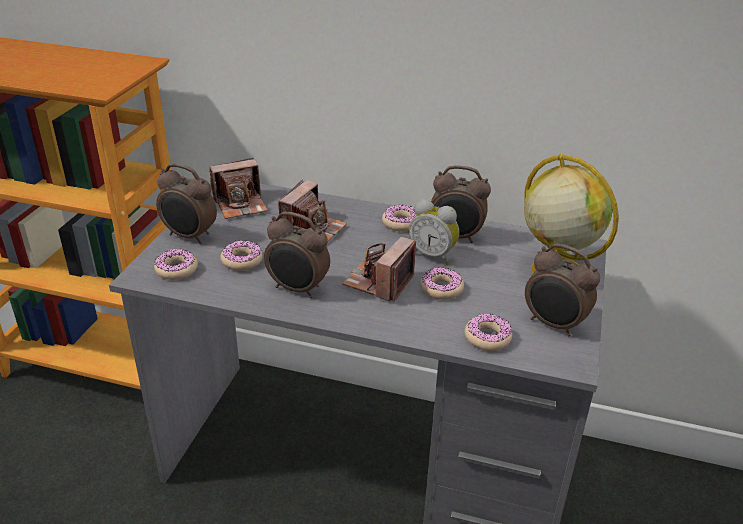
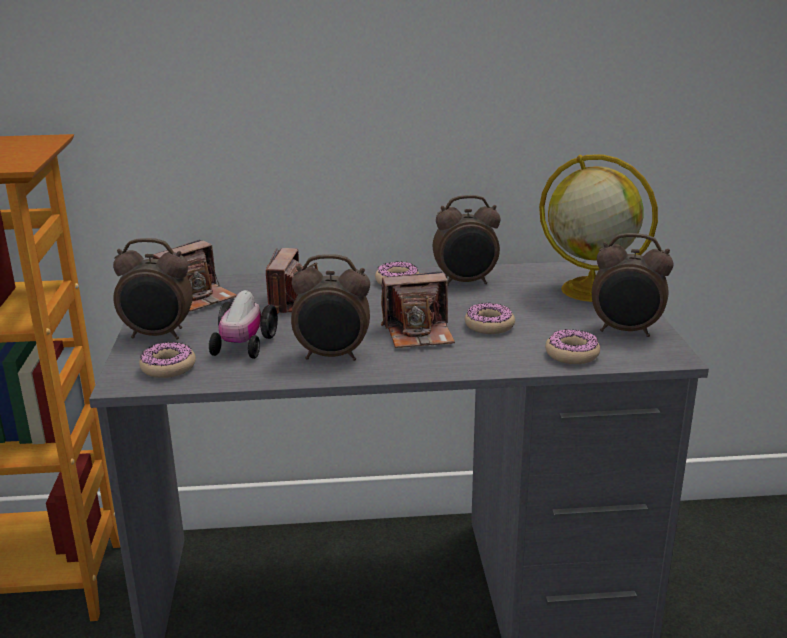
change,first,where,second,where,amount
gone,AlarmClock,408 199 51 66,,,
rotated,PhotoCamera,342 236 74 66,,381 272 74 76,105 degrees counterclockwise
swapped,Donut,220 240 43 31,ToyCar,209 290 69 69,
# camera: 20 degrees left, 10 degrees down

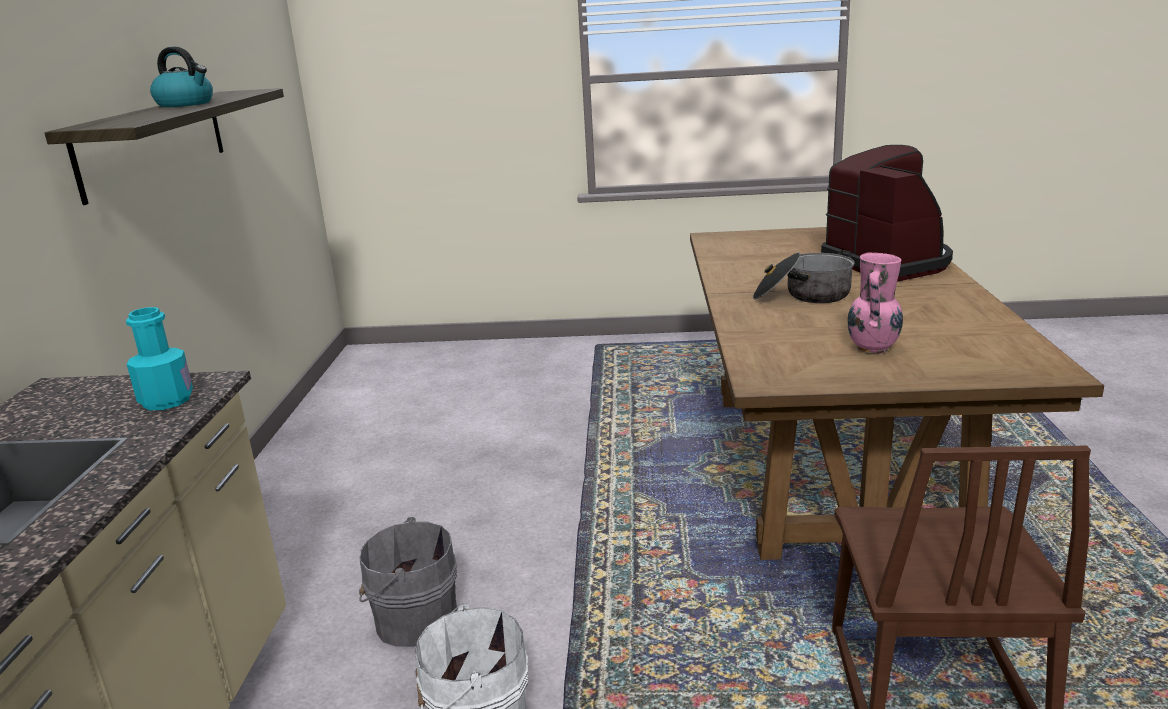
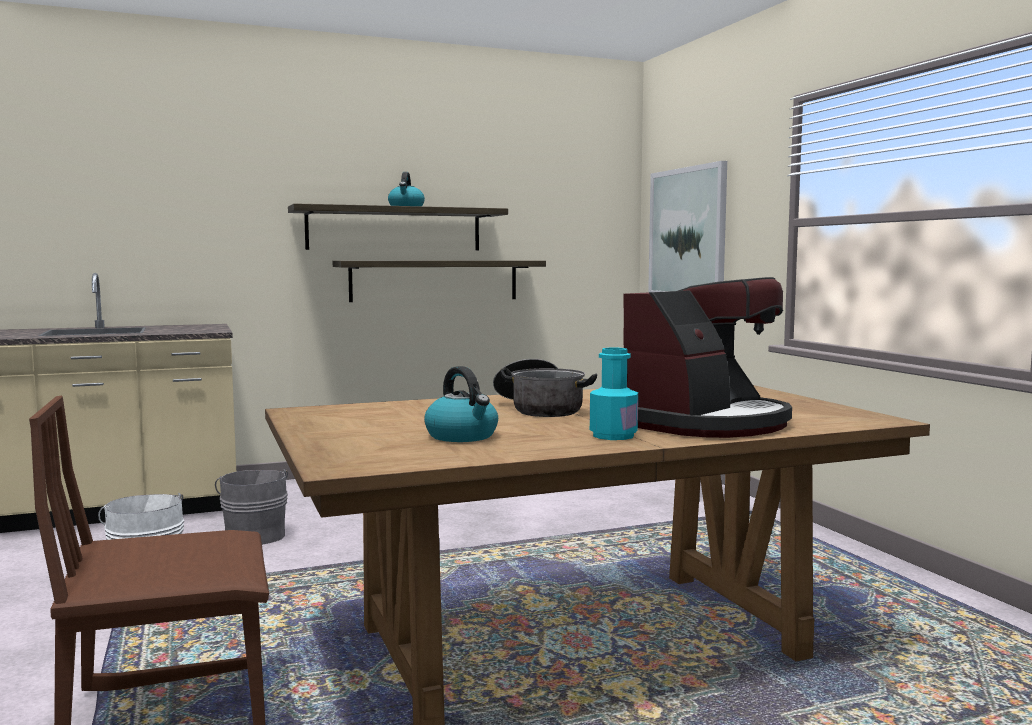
change,first,where,second,where,amount
gone,PinkVase,848 252 55 102,,,
shifted,TurquoiseBottle,126 307 67 103,,590 348 48 92,
new,,,Picture,648 161 79 131,
new,,,Shelf,333 261 213 41,
new,,,Kettle,424 366 74 76,
# camera: 65 degrees right, 15 degrees down

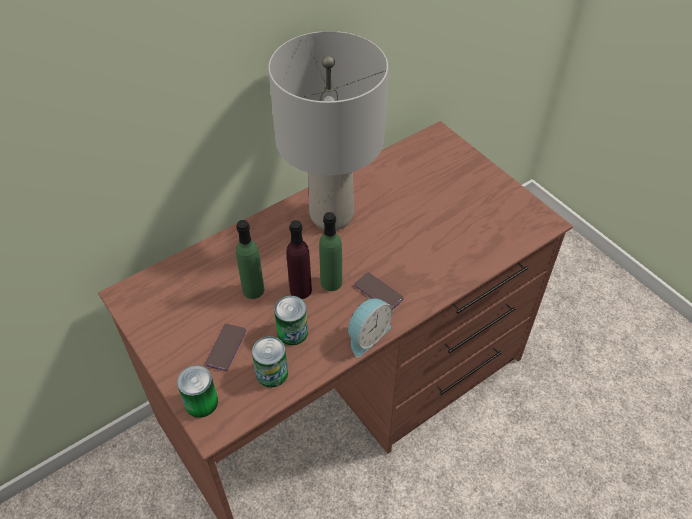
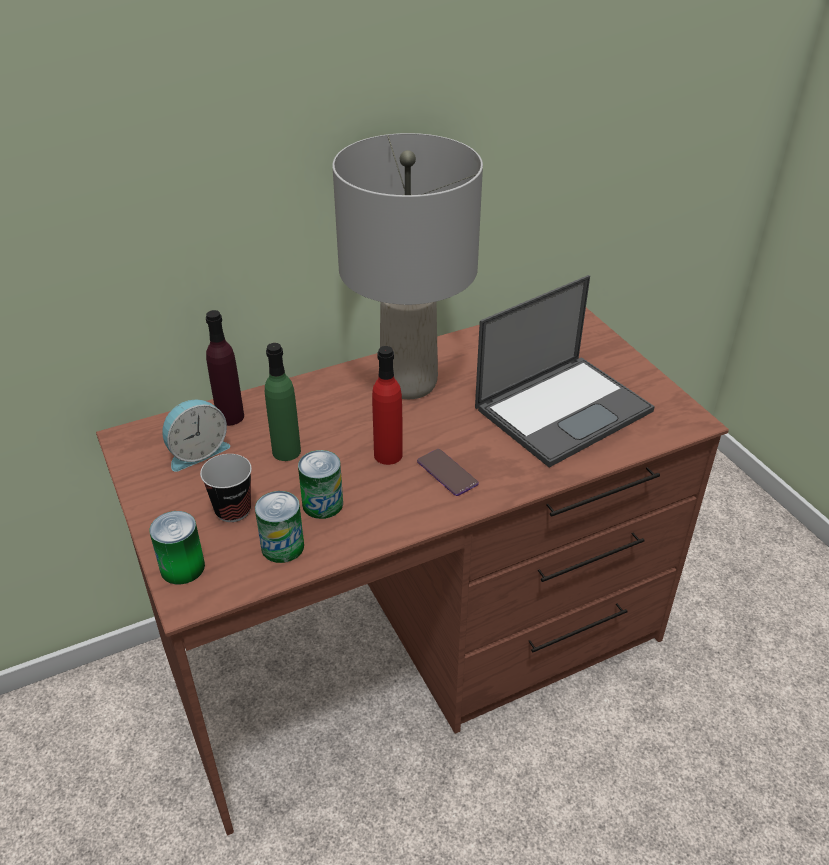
change,first,where,second,where,amount
repainted,GreenBottle,319 212 23 79,RedBottle,372 346 31 119,
shifted,PurpleBottle,286 220 26 79,,206 310 38 116,
shifted,AlarmClock,348 298 45 59,,163 400 67 72,
swapped,Phone,205 324 41 47,Cup,200 454 52 68,
new,,,Laptop,475 275 180 193,
# camera: 10 degrees right, 10 degrees down

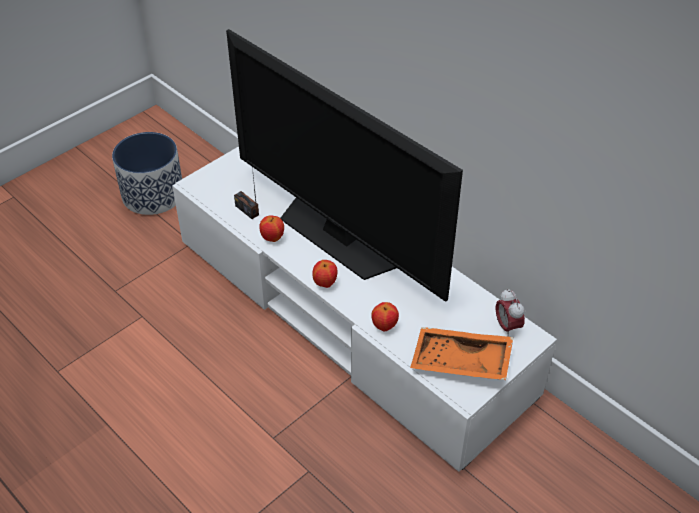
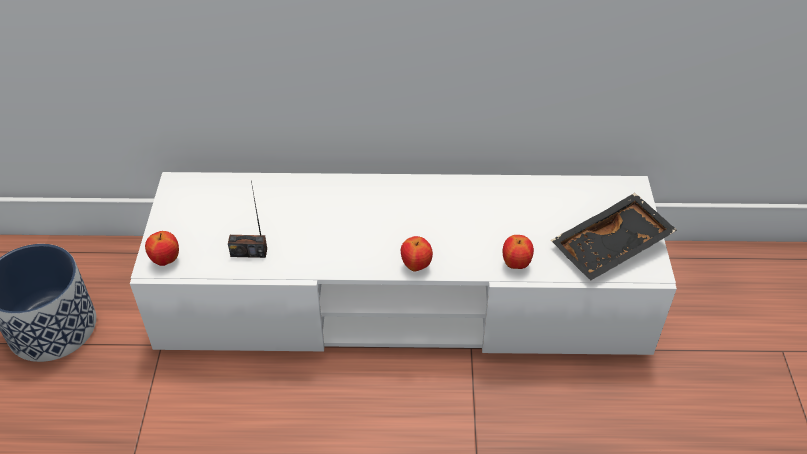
change,first,where,second,where,amount
gone,Television,226 29 237 273,,,
shifted,Apple,259 215 25 27,,145 231 34 35,
gone,AlarmClock,496 289 29 48,,,
repainted,OrangeTray,410 327 104 53,BlackTray,551 193 126 87,
# camera: 45 degrees left, 0 degrees up

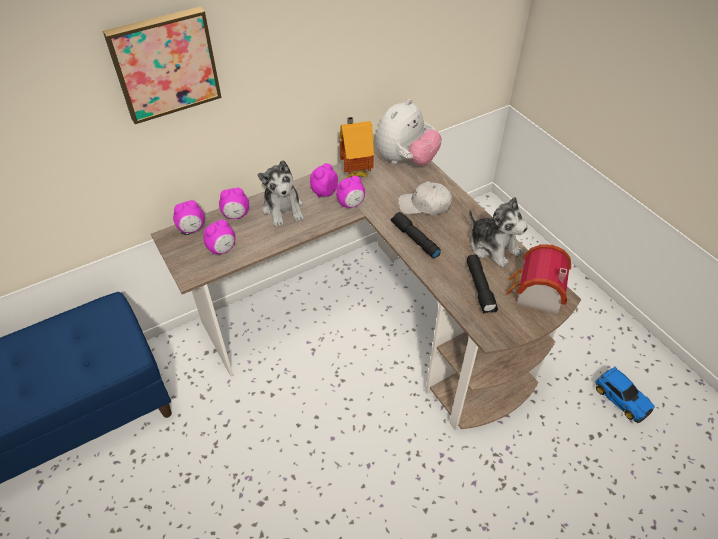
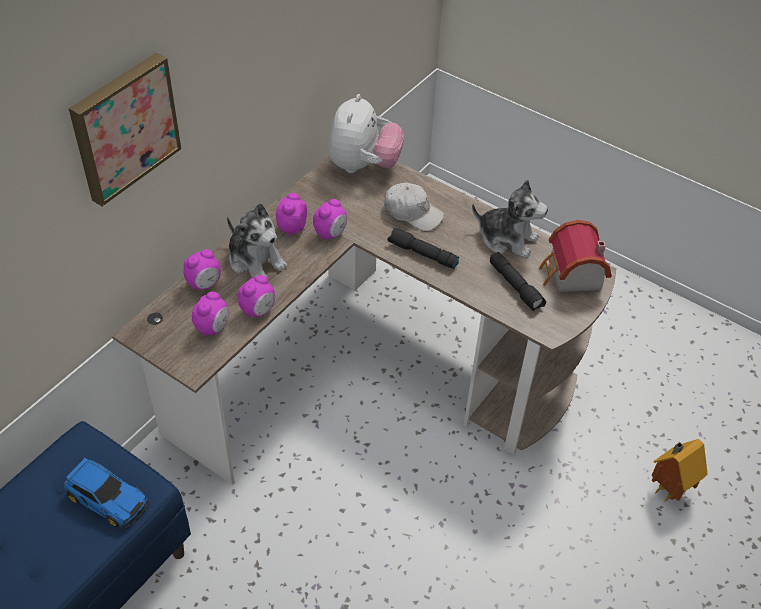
change,first,where,second,where,amount
shifted,ToyHouse,339 117 35 61,,651 439 57 64,
rotated,WhiteCap,398 181 54 34,,384 183 60 48,135 degrees counterclockwise
shifted,AlarmClock,173 200 32 33,,238 275 37 42,
shifted,ToyCar,595 366 60 57,,64 457 85 72,
# camera: 25 degrees left, 0 degrees up

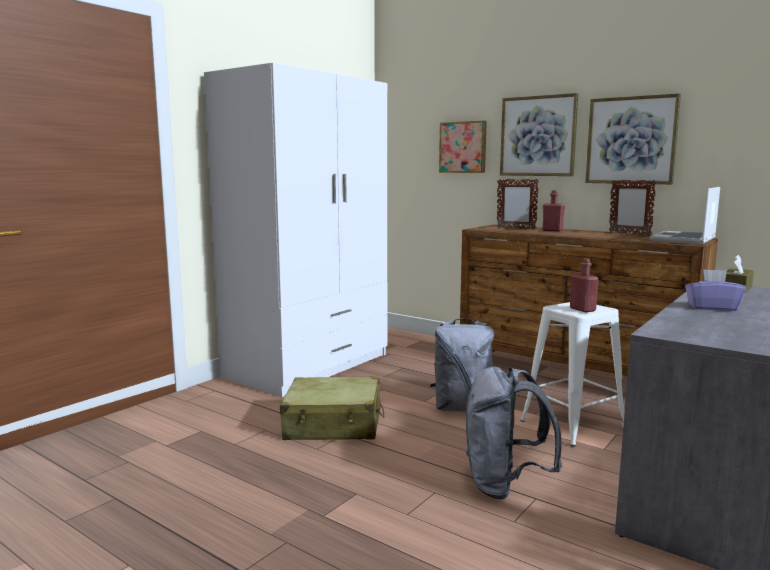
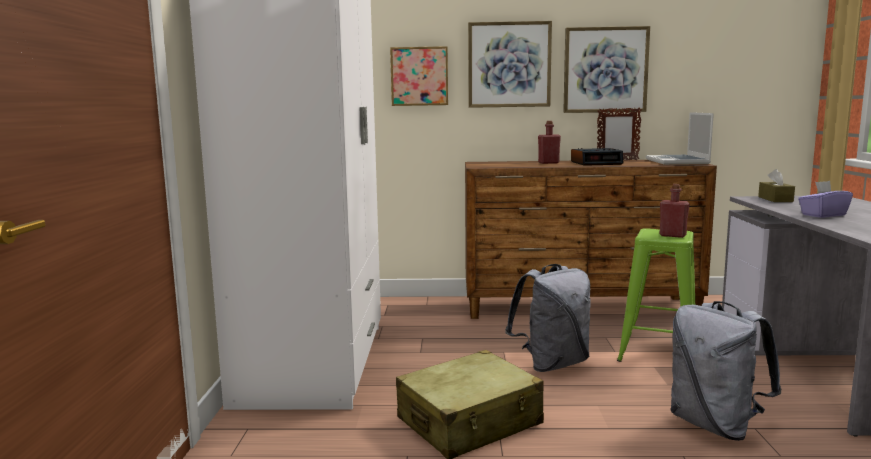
change,first,where,second,where,amount
gone,PictureFrame,497 179 42 51,,,
repainted,WhiteStool,520 302 105 144,GreenStool,617 228 78 134,
new,,,AlarmClock,571 148 52 18,
# camera: 35 degrees left, 0 degrees up

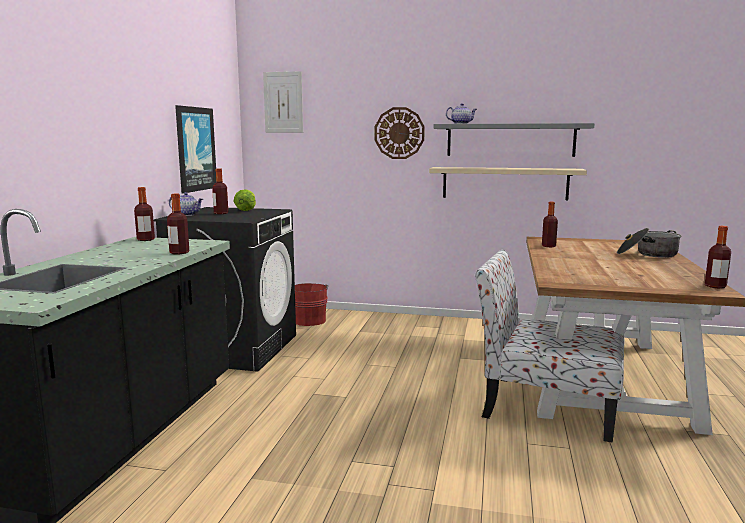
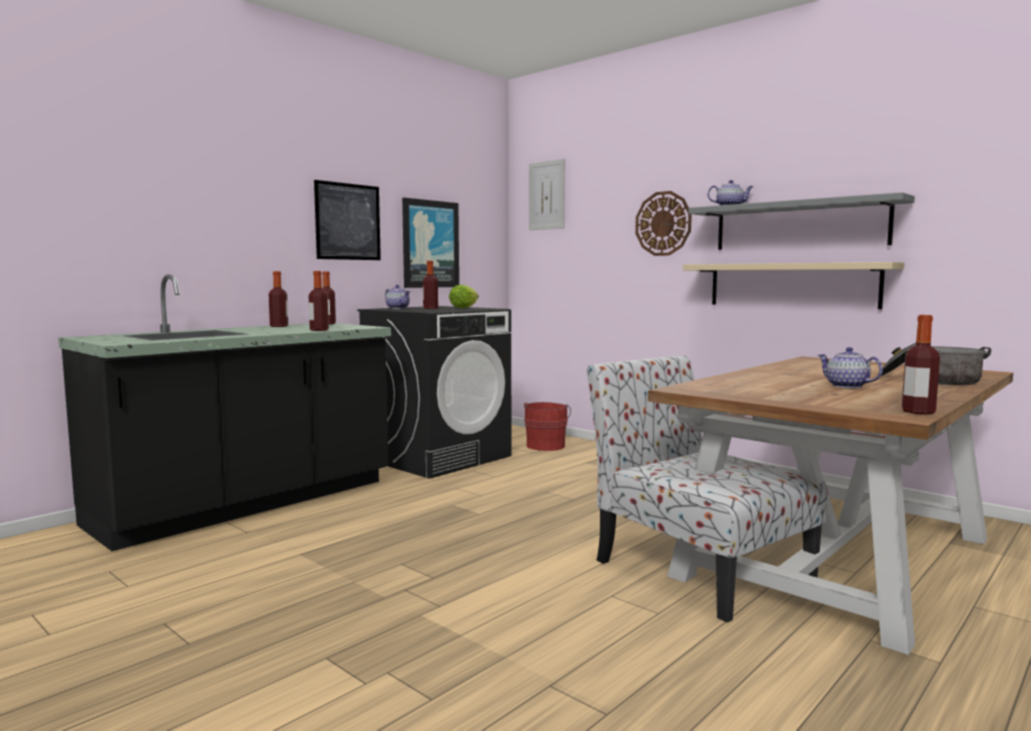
change,first,where,second,where,amount
shifted,Bottle,542 202 16 45,,269 271 19 56,
new,,,Picture,314 180 67 80,
new,,,Teapot,818 347 65 41,
# camera: 30 degrees right, 5 degrees down

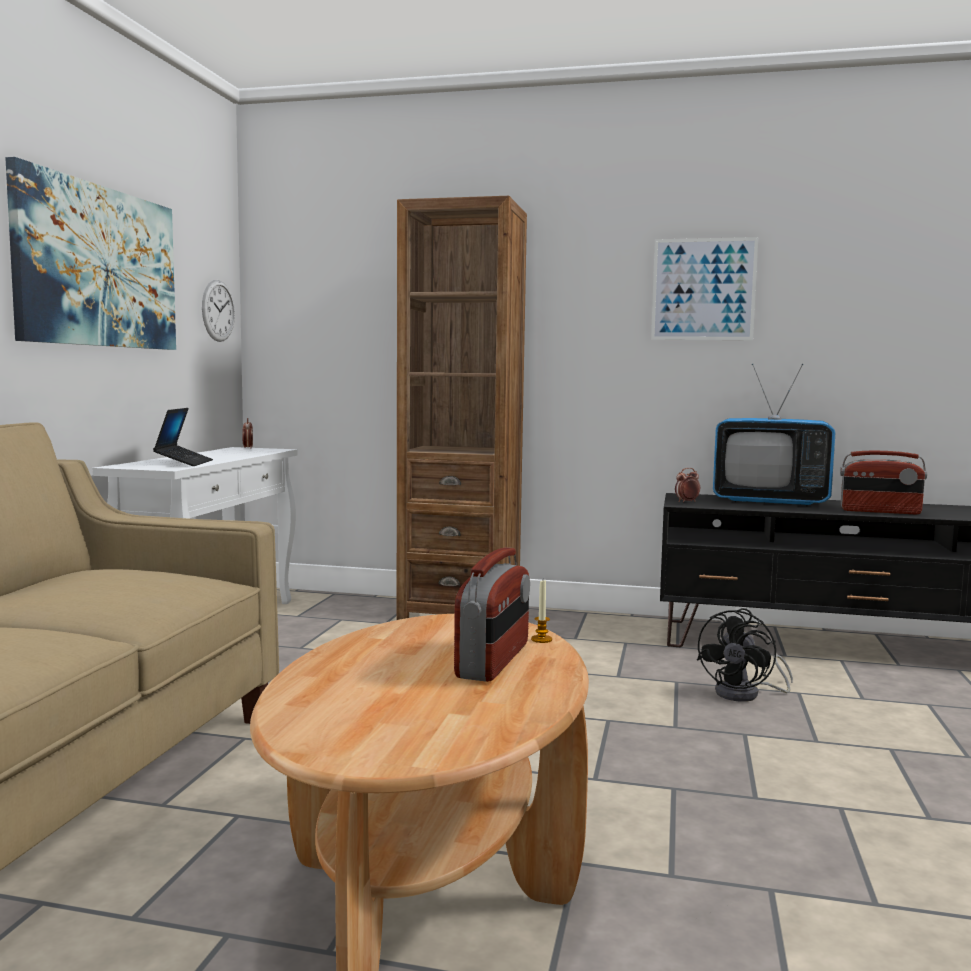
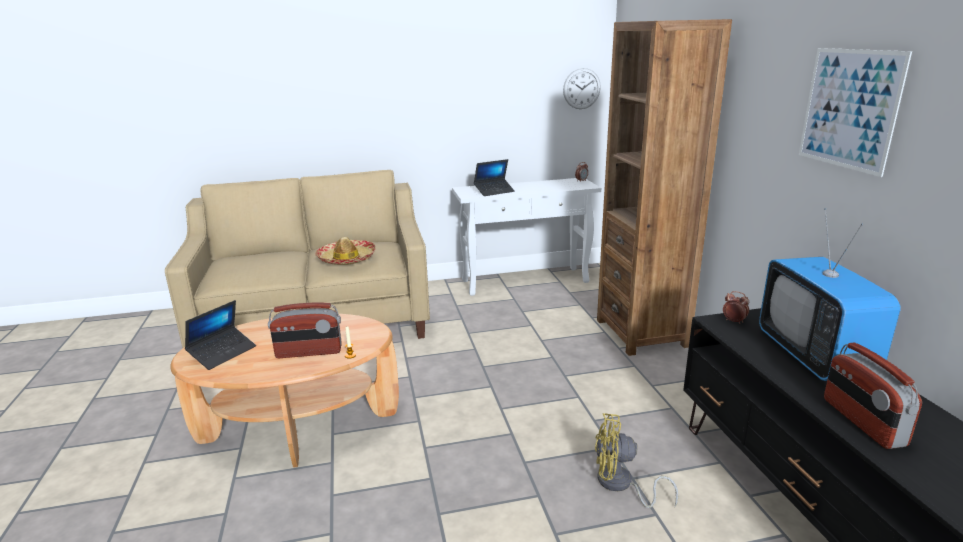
change,first,where,second,where,amount
gone,Picture,5 157 171 193,,,
repainted,BlackFan,697 608 96 94,YellowFan,595 413 83 95,
new,,,Hat,315 237 61 28,
new,,,Laptop,185 300 71 70,
# camera: 65 degrees right, 15 degrees up

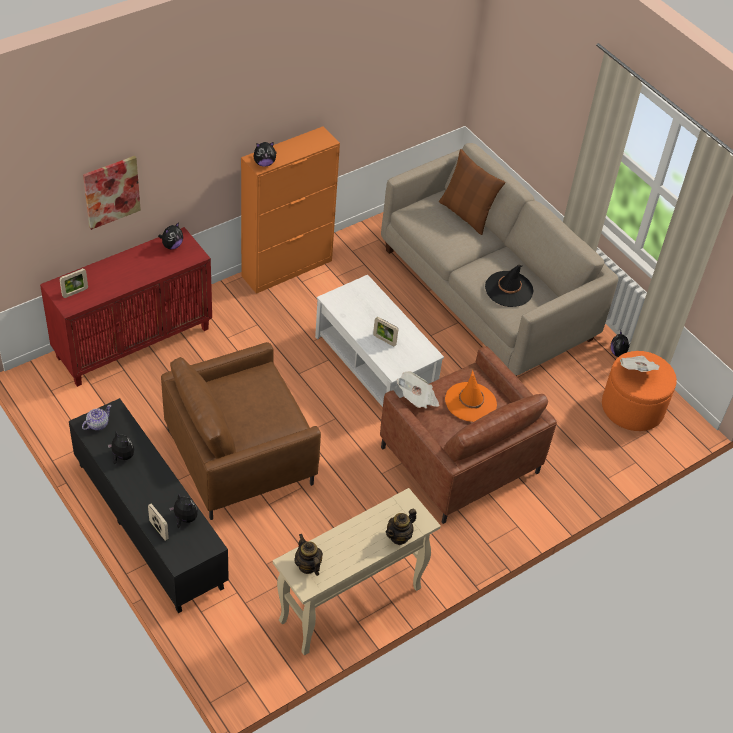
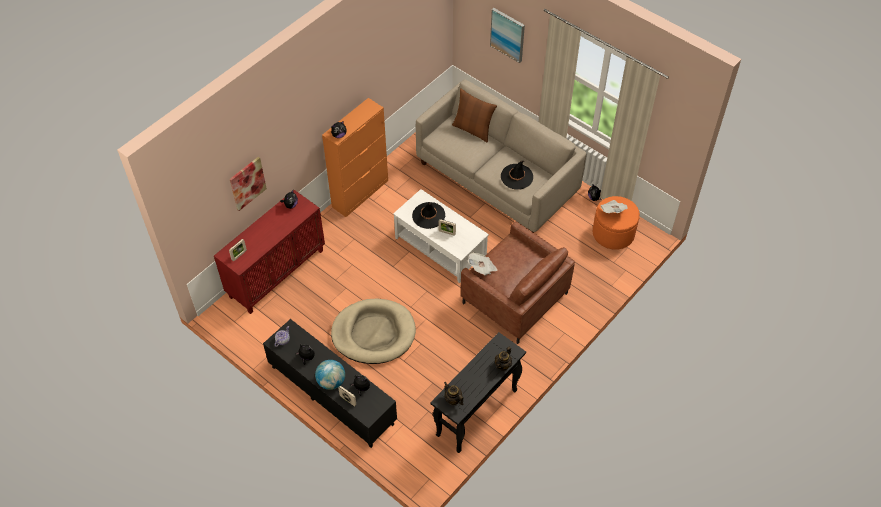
change,first,where,second,where,amount
swapped,BrownArmchair,161 342 160 178,BeigeDogBed,331 299 85 65,
gone,OrangeHat,445 370 52 52,,,
repainted,BeigeConsoleTable,273 488 168 167,BlackConsoleTable,430 332 96 121,
new,,,Picture,490 8 35 55,
new,,,BlackHat,412 202 33 27,
new,,,Globe,315 360 30 30,
# camera: 10 degrees left, 5 degrees up

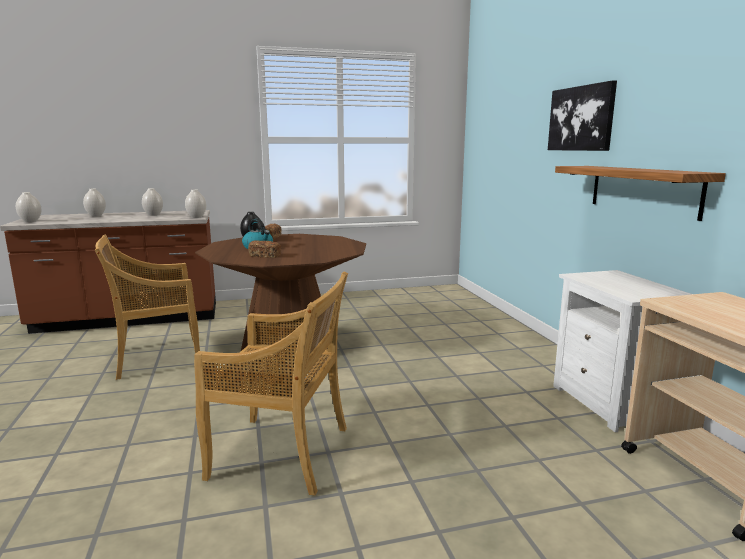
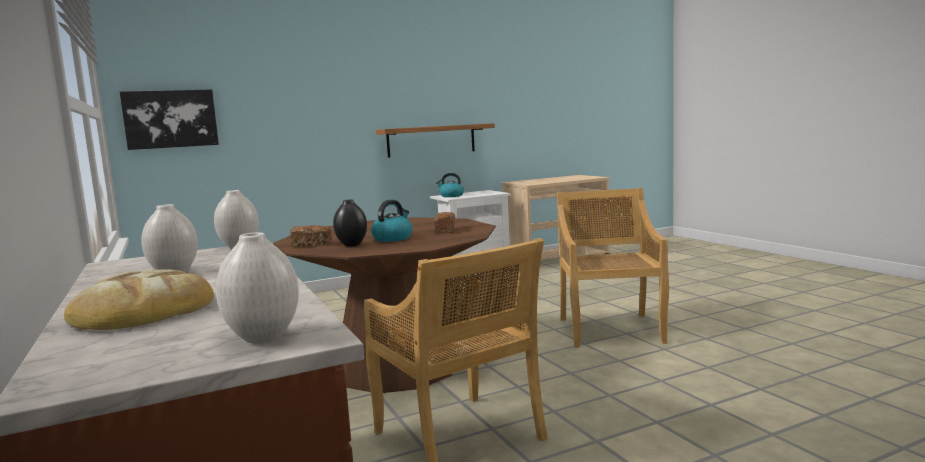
change,first,where,second,where,amount
shifted,Picture,548 80 69 71,,120 90 99 60,
swapped,WhiteVase,83 189 23 27,Bread,64 269 150 61,
new,,,Kettle,436 173 28 24,
# camera: 100 degrees left, 5 degrees down

